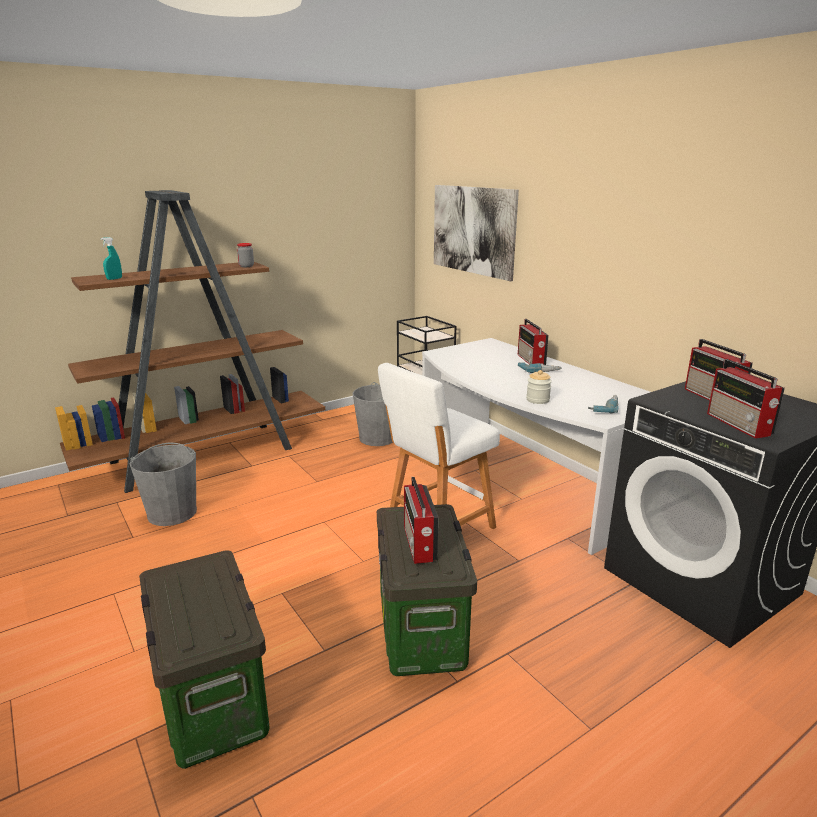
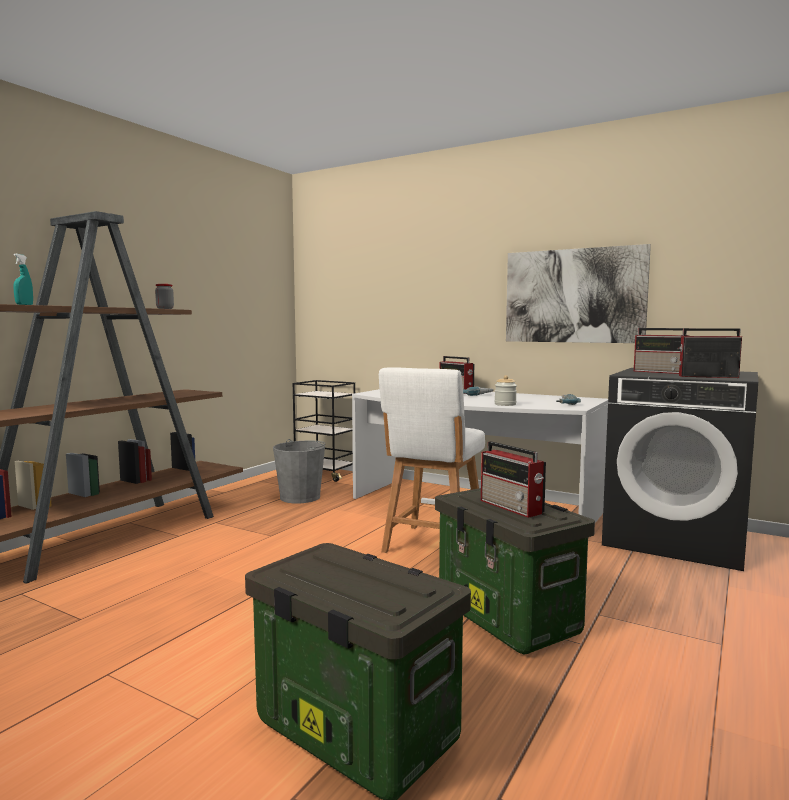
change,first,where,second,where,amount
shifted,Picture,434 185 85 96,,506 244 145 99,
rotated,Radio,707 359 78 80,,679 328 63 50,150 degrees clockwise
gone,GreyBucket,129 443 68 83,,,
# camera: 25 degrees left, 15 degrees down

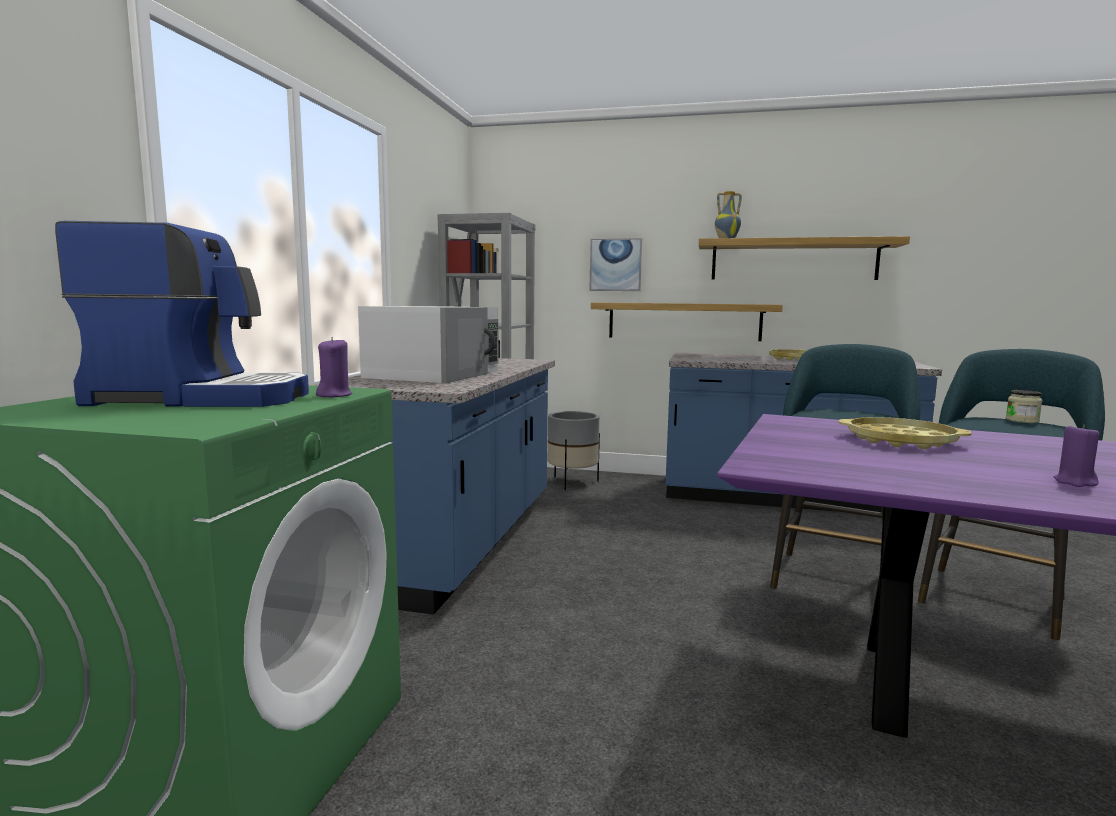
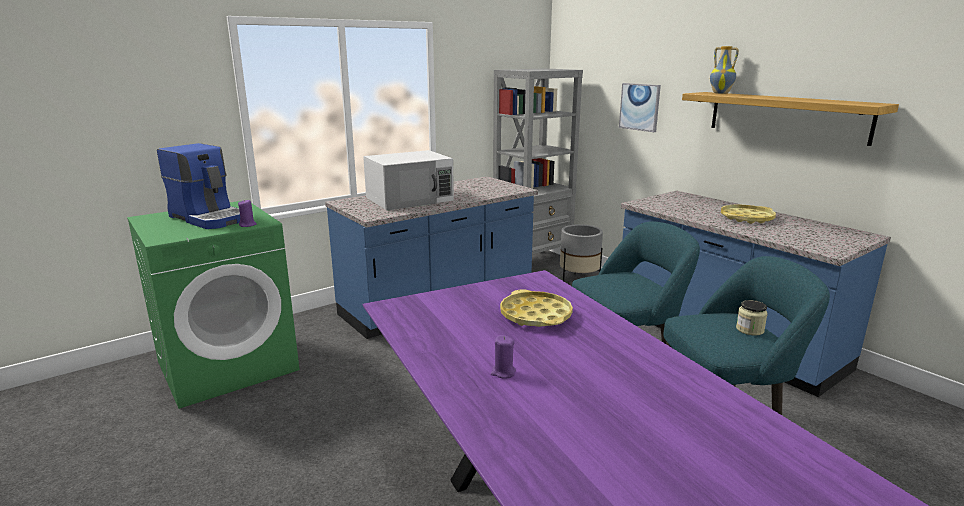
change,first,where,second,where,amount
gone,Shelf,591 302 192 39,,,
# camera: 40 degrees right, 10 degrees up

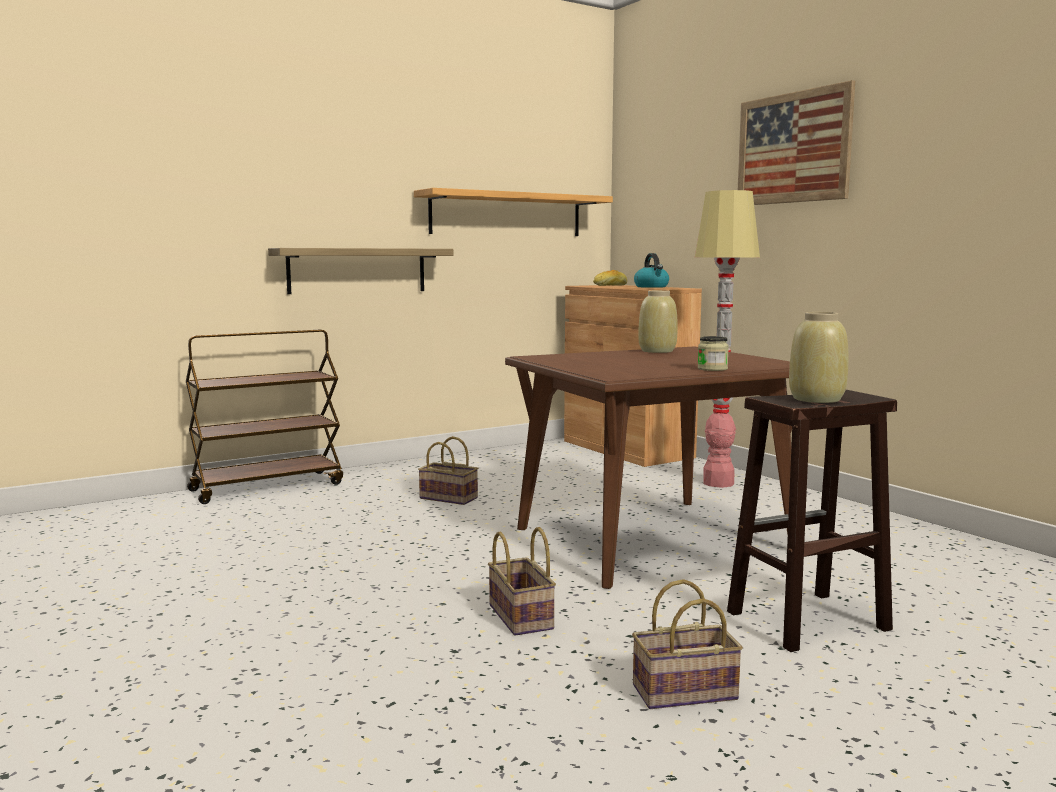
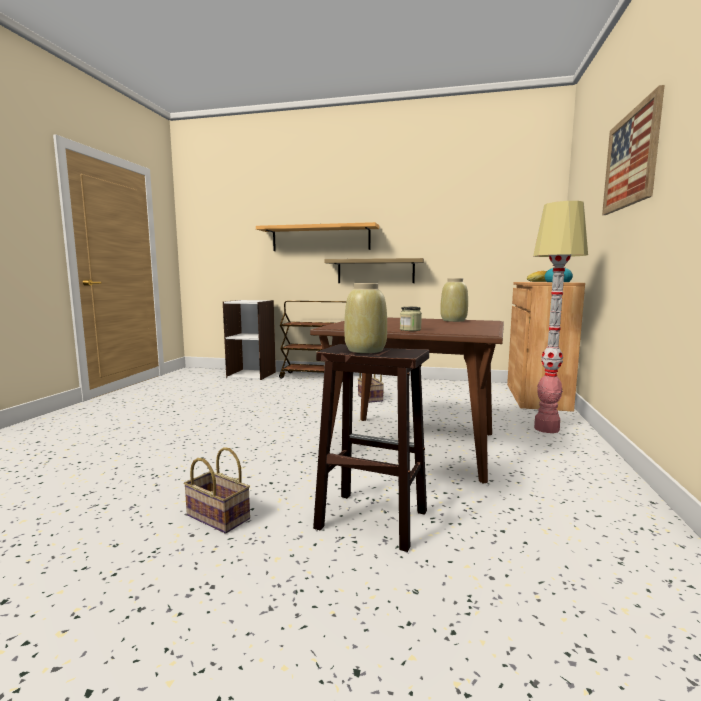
change,first,where,second,where,amount
shifted,Shelf,414 188 199 48,,256 222 123 29,
gone,Basket,488 527 68 109,,,
new,,,WhiteBookcase,223 300 53 80,
# camera: 45 degrees right, 0 degrees up

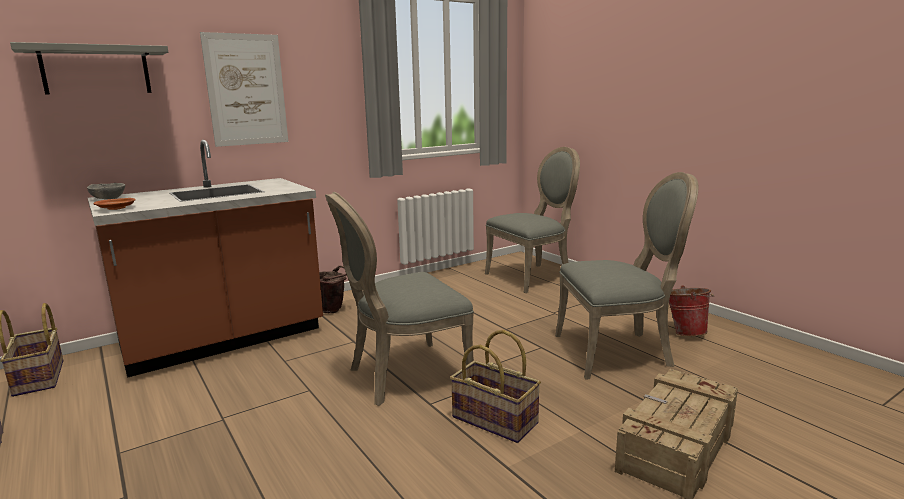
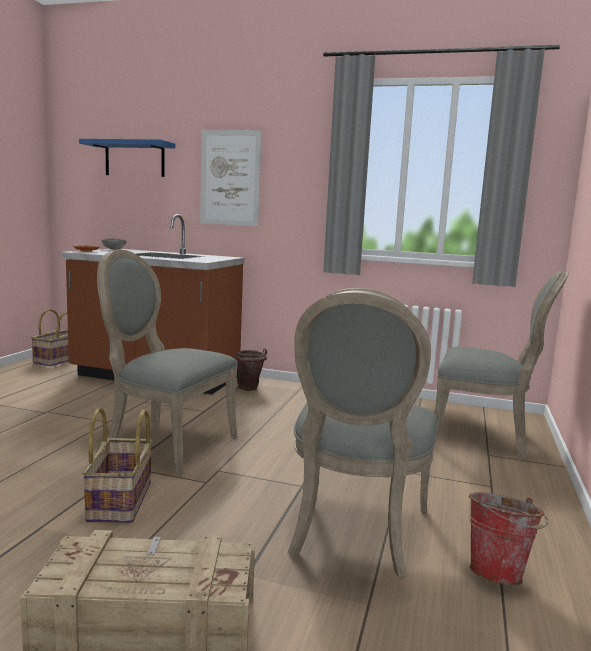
change,first,where,second,where,amount
repainted,GreyShelf,10 42 158 53,BlueShelf,79 139 96 38,
rotated,GreyChair,555 172 143 207,,287 288 152 289,60 degrees clockwise
# camera: 50 degrees right, 5 degrees down

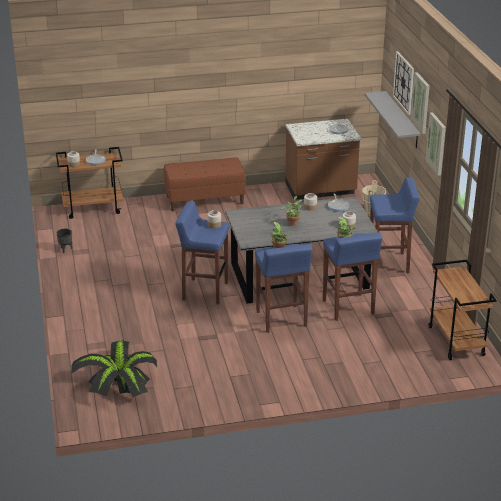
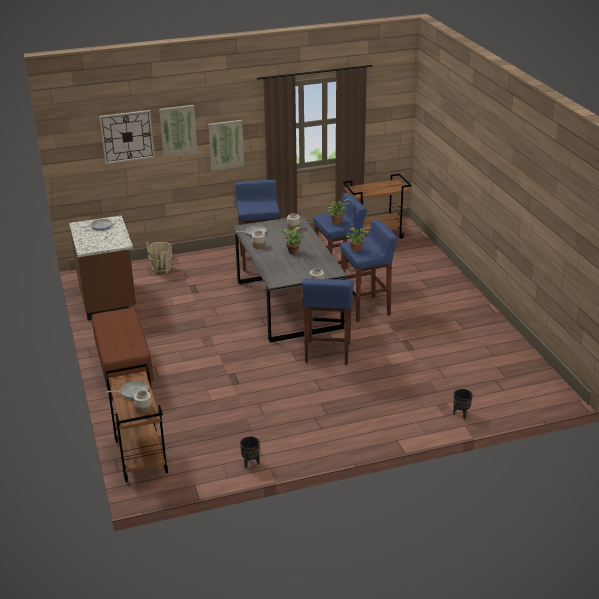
change,first,where,second,where,amount
gone,GreyShelf,364 91 57 57,,,
gone,PottedPlant,71 340 86 57,,,
new,,,BlackPlanter,453 389 20 30,
# camera: 95 degrees left, 0 degrees up

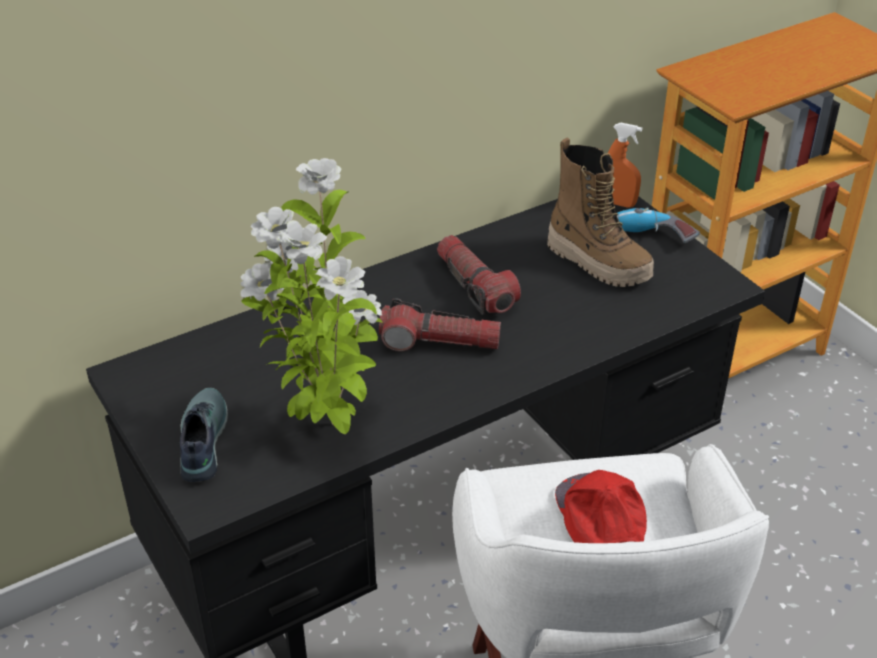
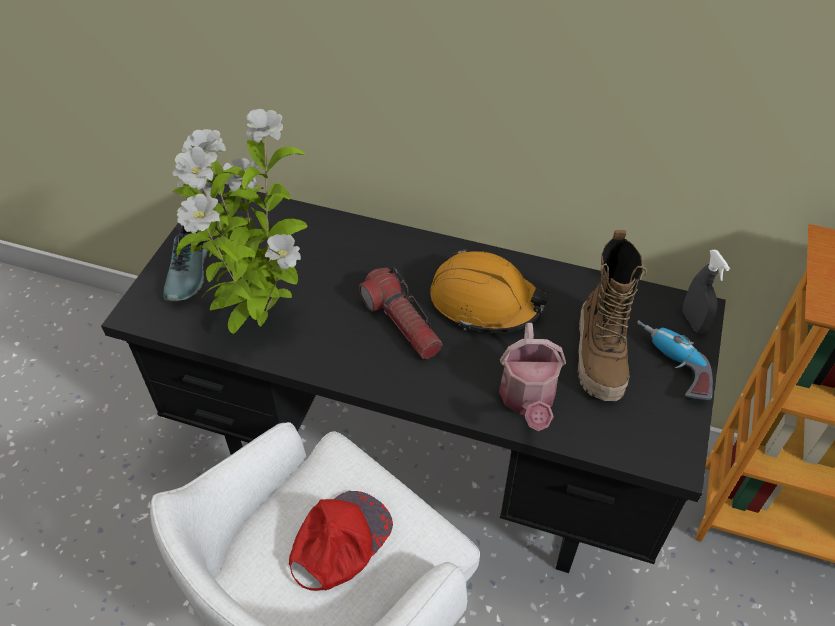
change,first,where,second,where,amount
repainted,OrangeSprayBottle,608 122 34 86,GreySprayBottle,682 249 48 85,
swapped,Flashlight,437 235 84 80,OrangeHardHat,430 249 120 84,
rotated,Shoe,180 388 48 94,,163 226 45 75,135 degrees clockwise
new,,,WateringCan,499 323 67 108,
# camera: 50 degrees right, 10 degrees up

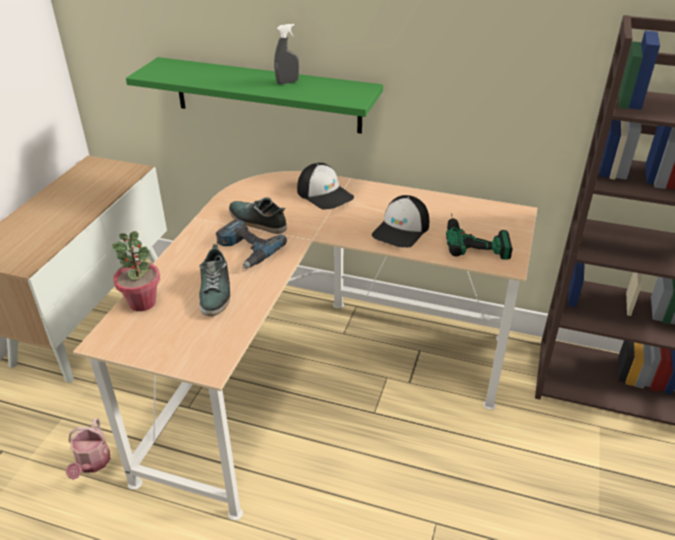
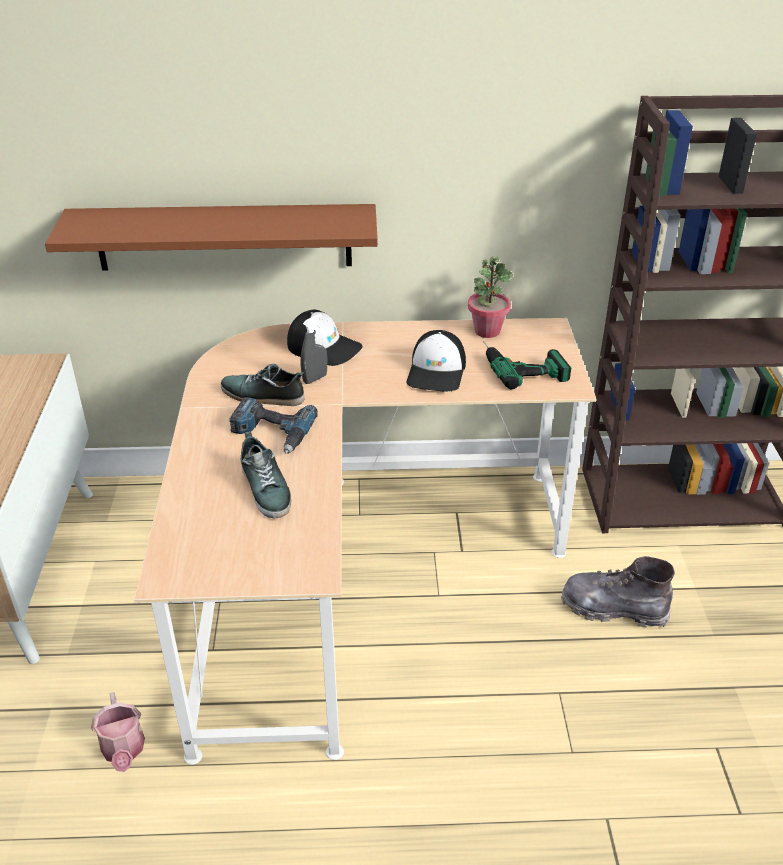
change,first,where,second,where,amount
shifted,GreySprayBottle,274 24 25 60,,301 314 26 70,
repainted,GreenShelf,126 57 257 77,BrownShelf,45 204 333 67,
shifted,PottedPlant,112 231 48 80,,468 256 46 82,
new,,,GreyBoot,561 556 113 72,
# camera: 20 degrees left, 0 degrees up

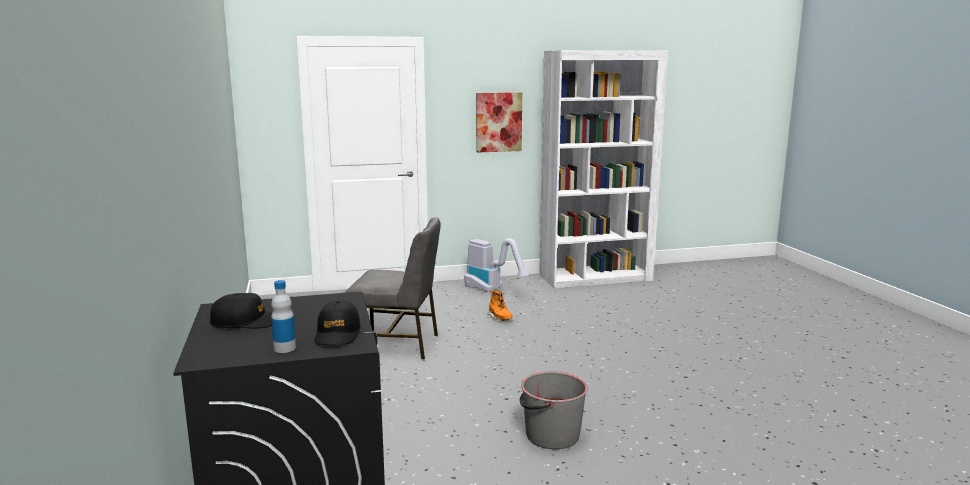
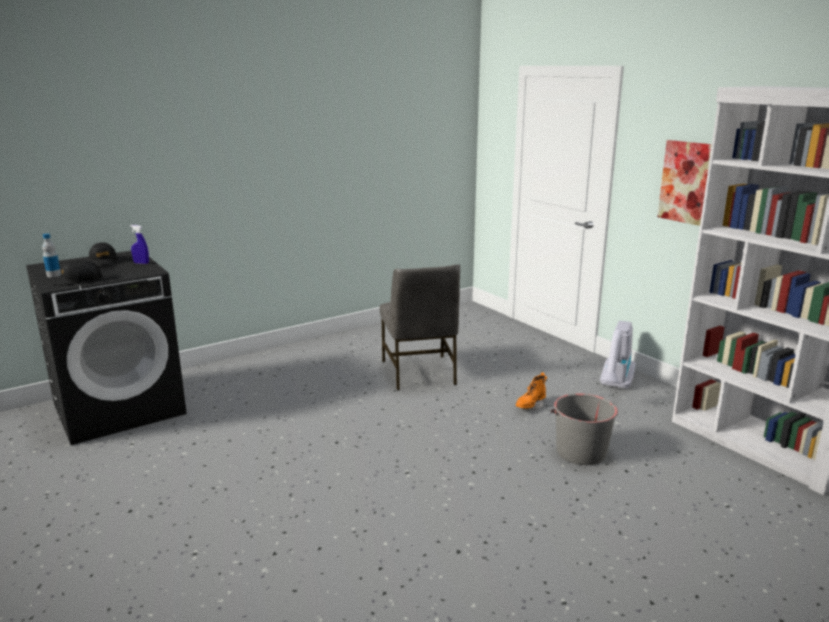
change,first,where,second,where,amount
shifted,GreyBucket,519 371 69 78,,551 393 67 72,
new,,,BlueSprayBottle,130 225 19 39,
# camera: 70 degrees right, 5 degrees up

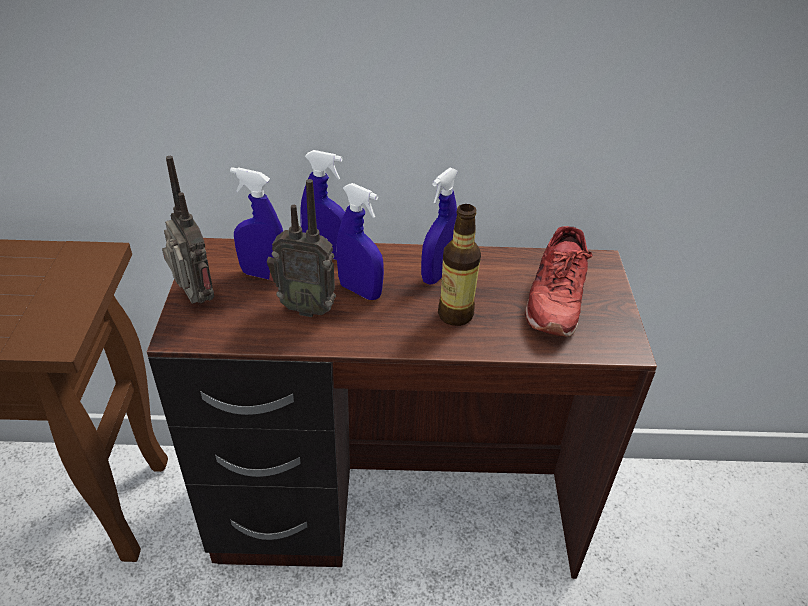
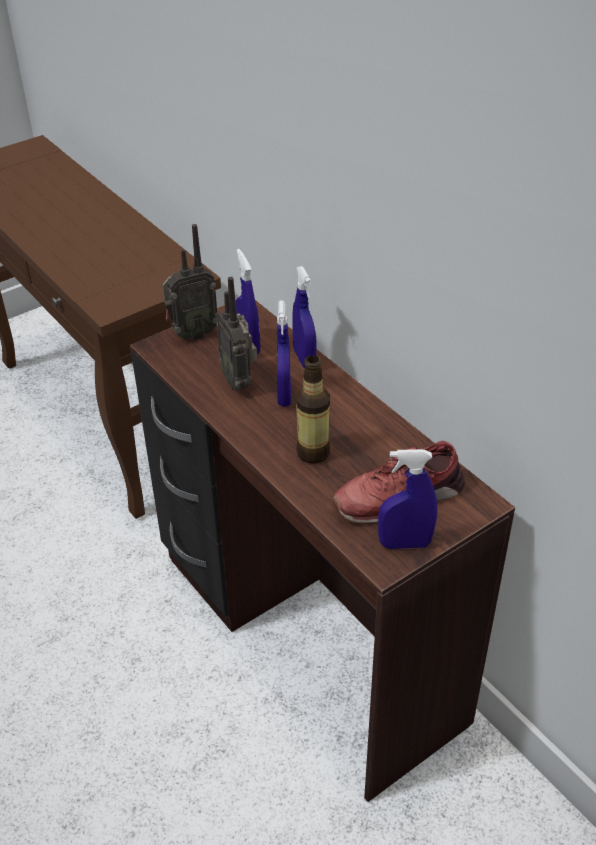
change,first,where,second,where,amount
rotated,Radio,162 156 52 148,,163 224 54 116,45 degrees clockwise
shifted,BlueSprayBottle,421 168 37 117,,378 449 59 100,
# camera: 55 degrees right, 0 degrees up

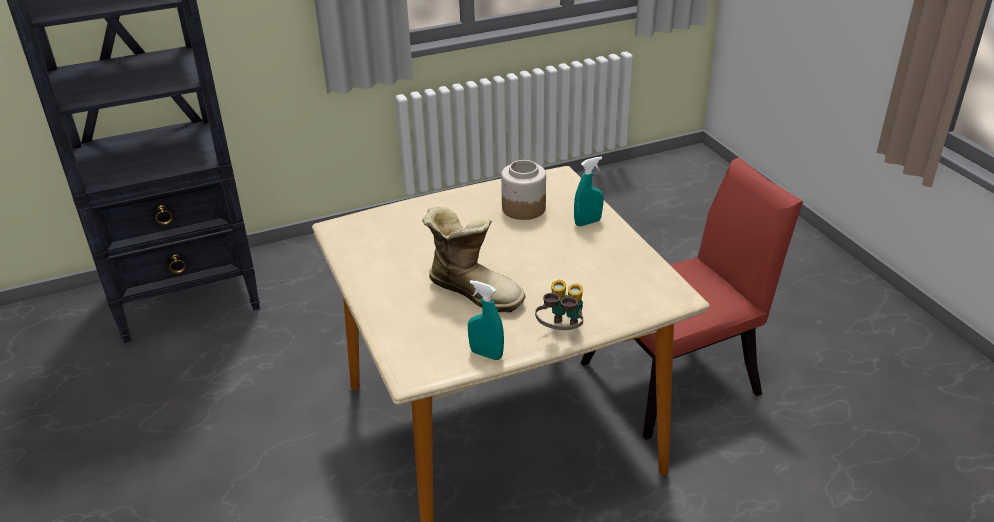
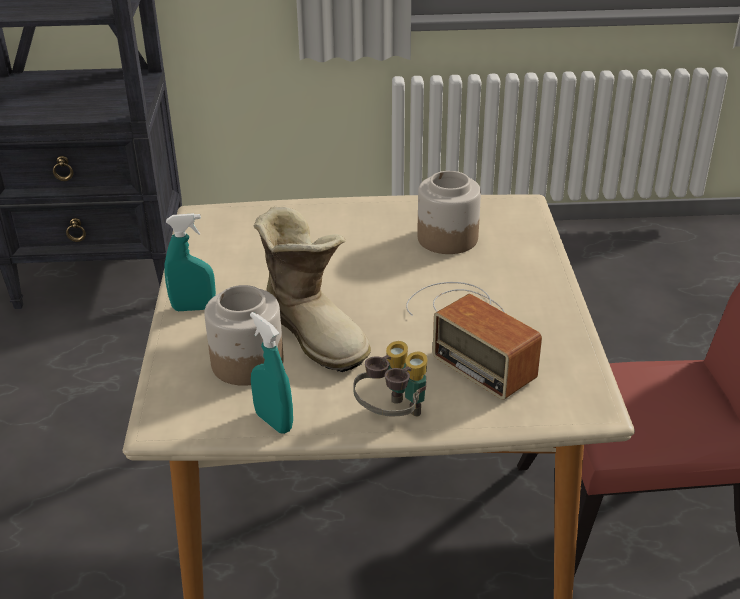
change,first,where,second,where,amount
shifted,TurquoiseSprayBottle,574 157 30 69,,164 213 52 98,
new,,,Radio,406 282 136 118,
new,,,Jar,204 285 80 101,
# camera: 20 degrees right, 0 degrees up

